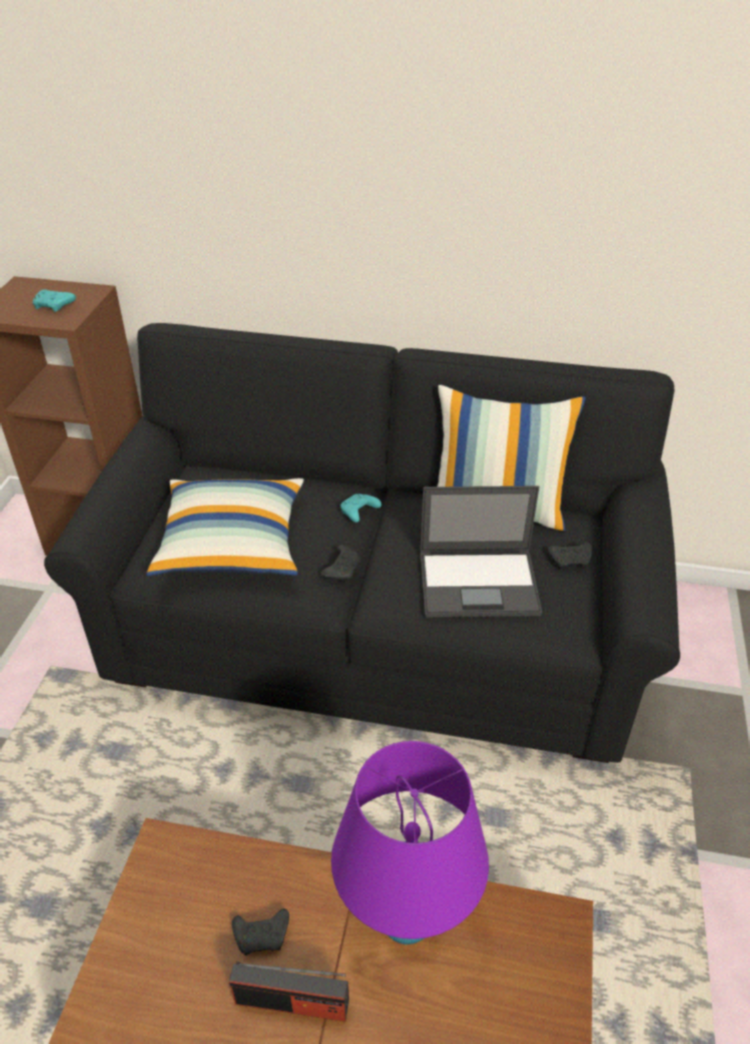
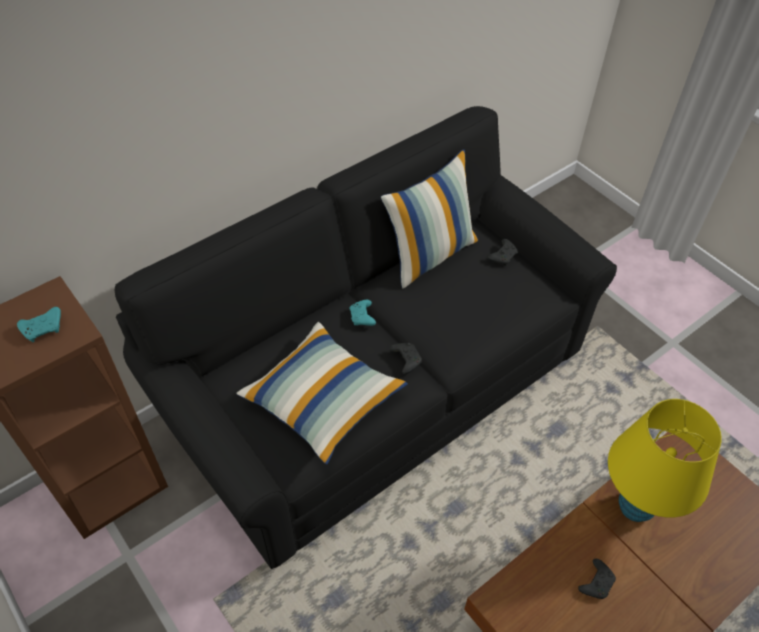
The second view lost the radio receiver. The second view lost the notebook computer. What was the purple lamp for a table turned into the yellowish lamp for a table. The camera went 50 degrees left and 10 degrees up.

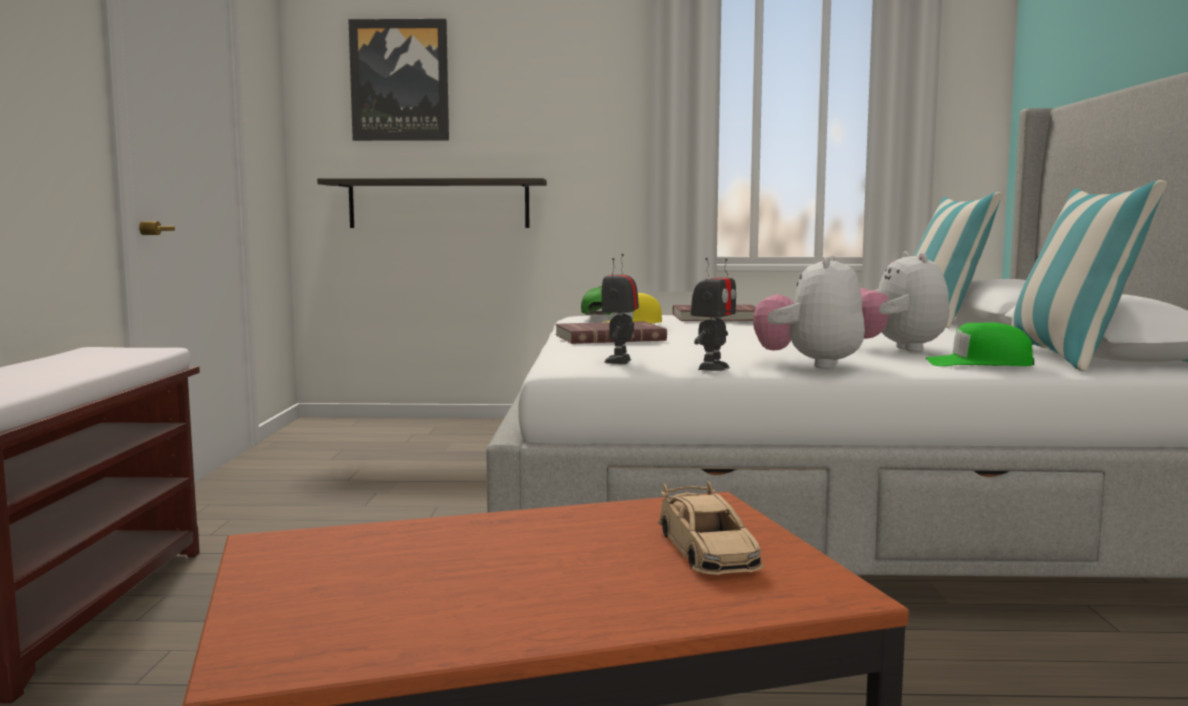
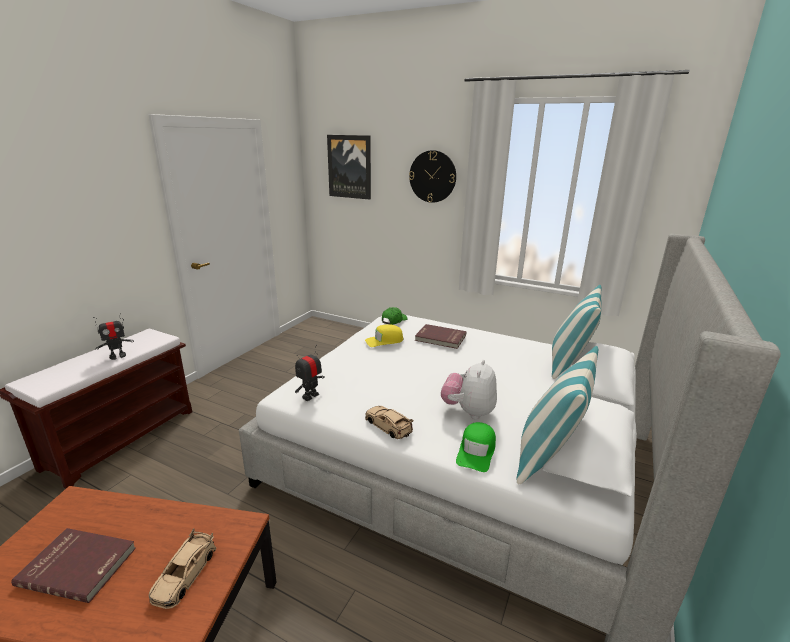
The second view lost the shelf. The second view gained the wall clock. The reddish book (1st from left) ended up elsewhere. The model robot (2nd from left in the first image) ended up elsewhere. Where the cuddly toy (1st from left) stood, the beige-coloured toy car (2nd from left) came to stand. The greenish baseball cap (2nd from left) ended up facing another way, 105 degrees counterclockwise from before. The camera went 25 degrees right and 15 degrees up.

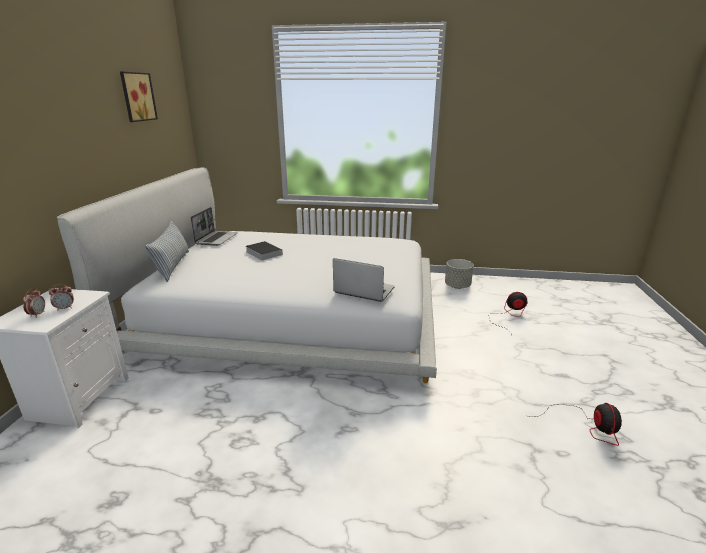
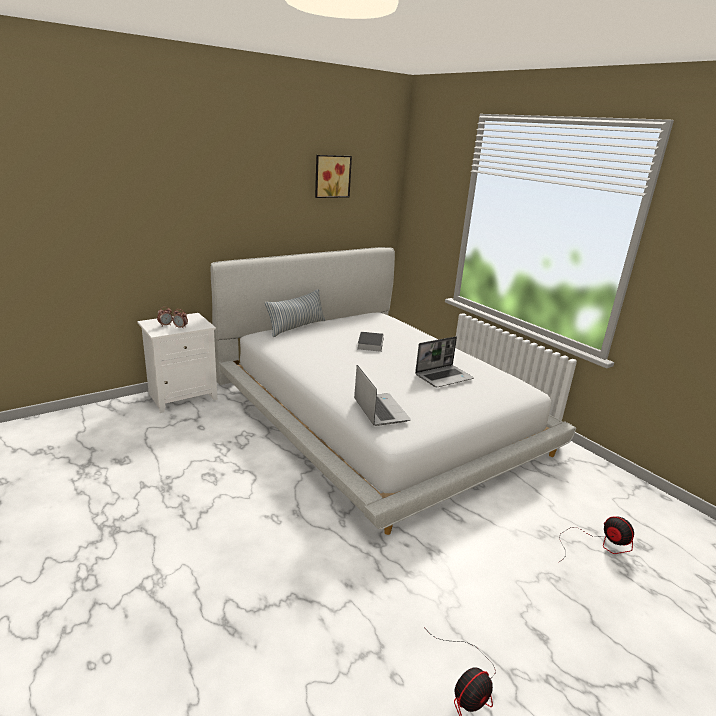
The second view lost the gray flower pot. The notebook computer (1st from left in the first image) ended up elsewhere. The camera went 45 degrees right and 0 degrees up.

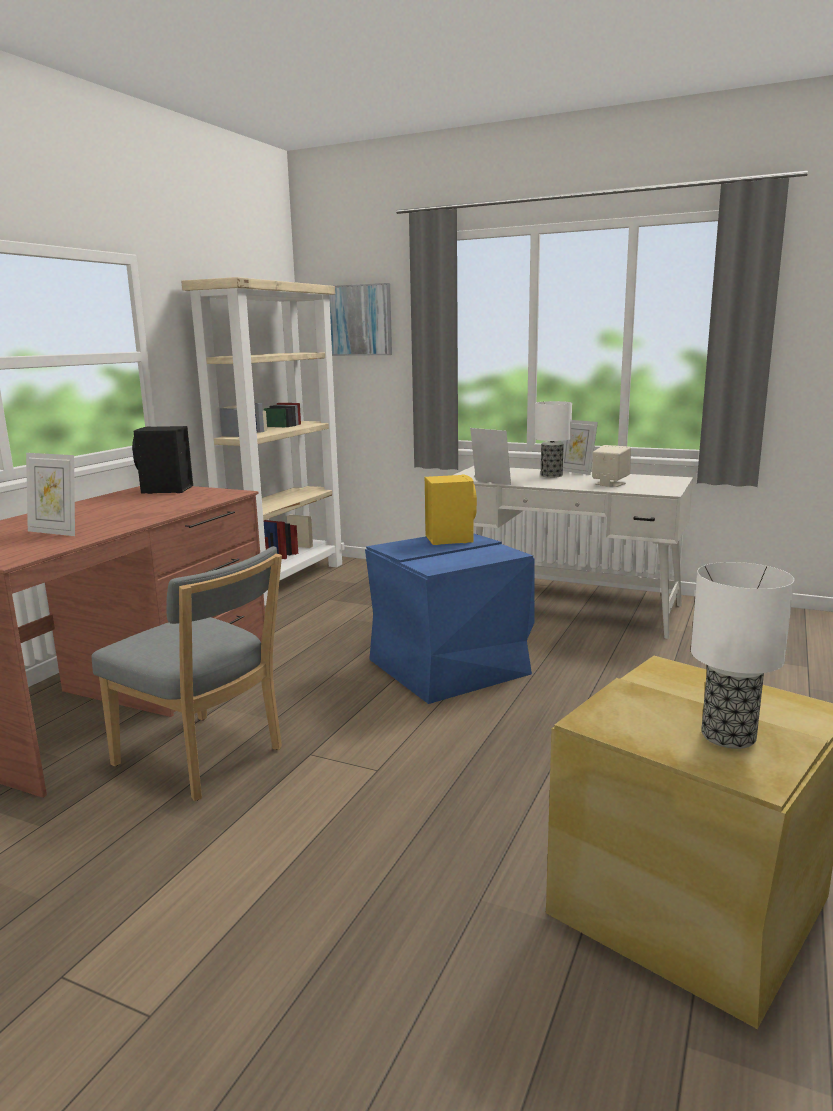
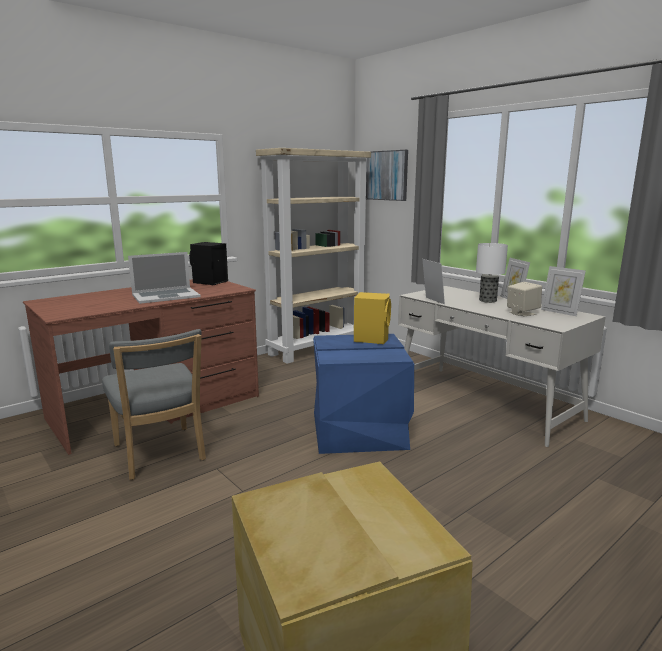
The second view lost the lamp for a table (2nd from left). The second view gained the notebook computer. The standing frame (1st from left in the first image) ended up elsewhere. The camera went 25 degrees right and 0 degrees up.

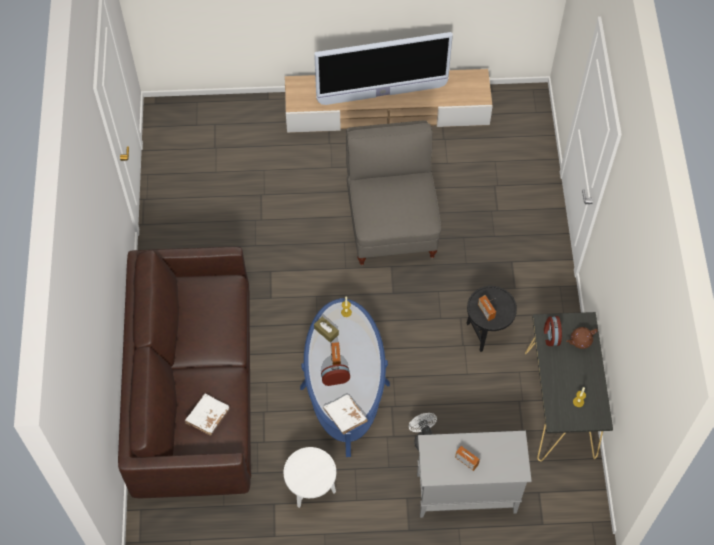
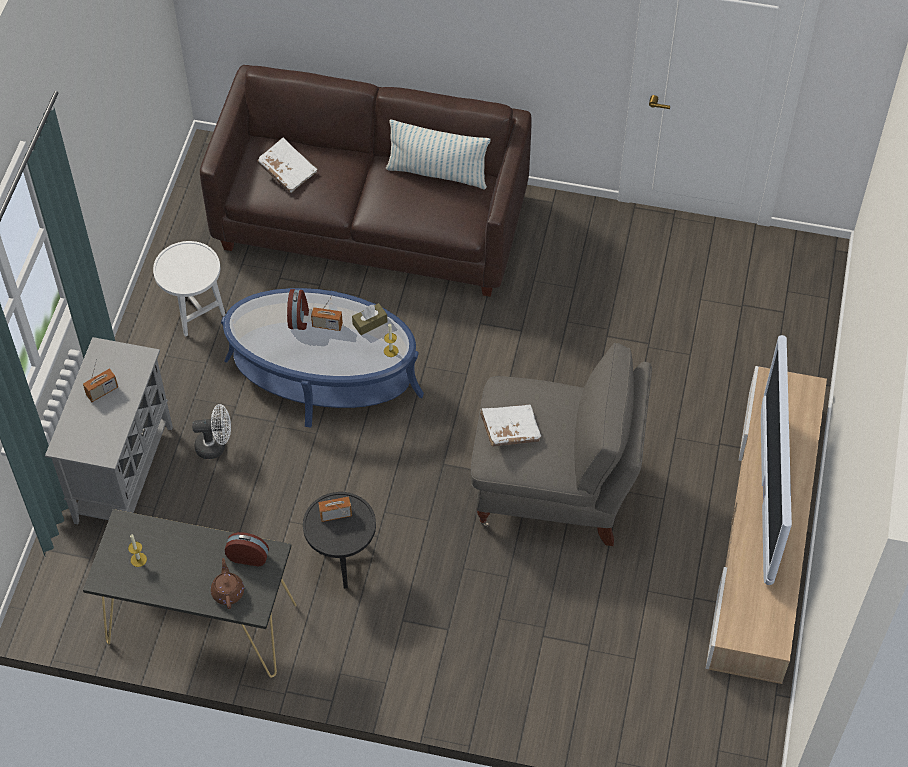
The second view gained the pillow. The white-coloured book (2nd from left) ended up elsewhere. The camera went 105 degrees right and 5 degrees down.

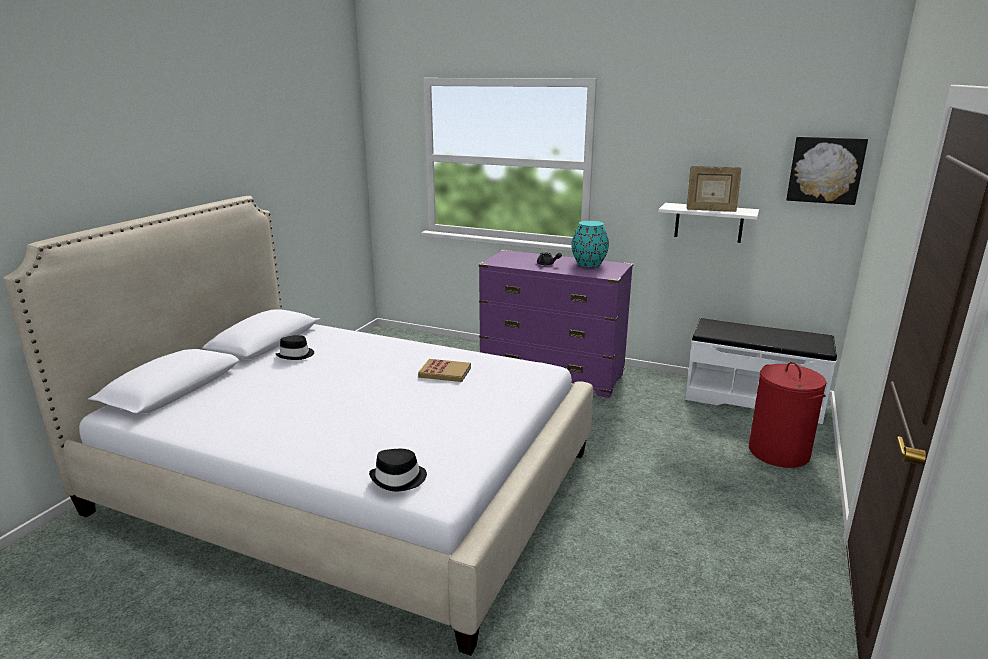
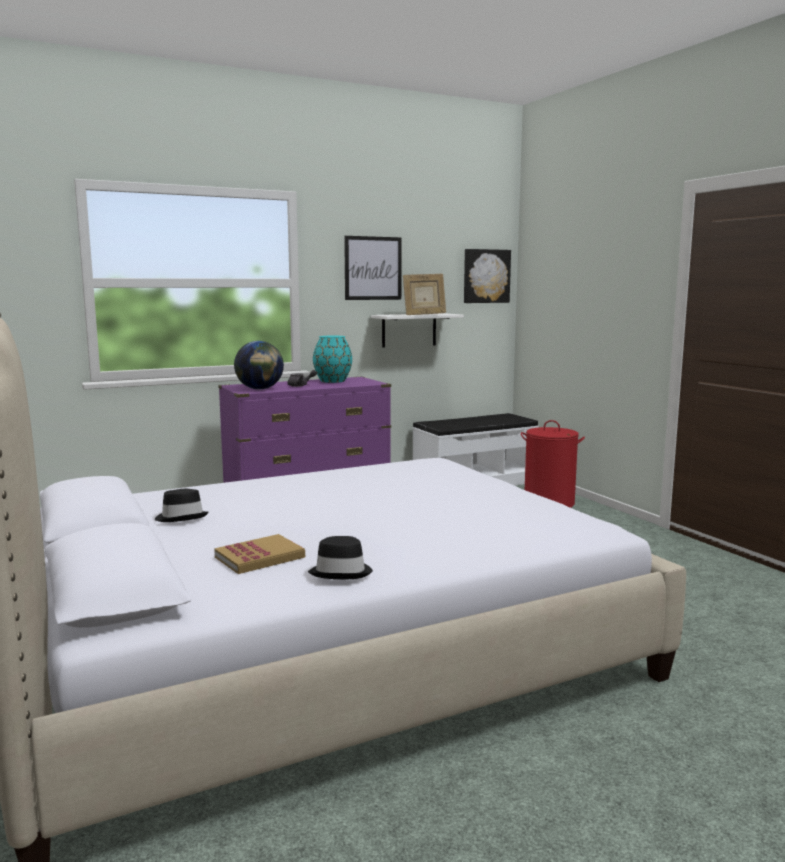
The second view gained the world globe. The second view gained the wall picture (1st from left). The black clothing hat (2nd from left) ended up elsewhere. The book ended up elsewhere. The camera went 50 degrees left and 10 degrees down.

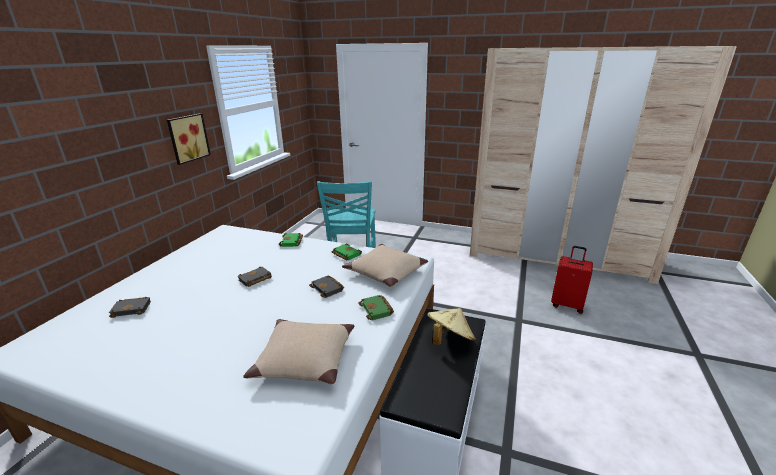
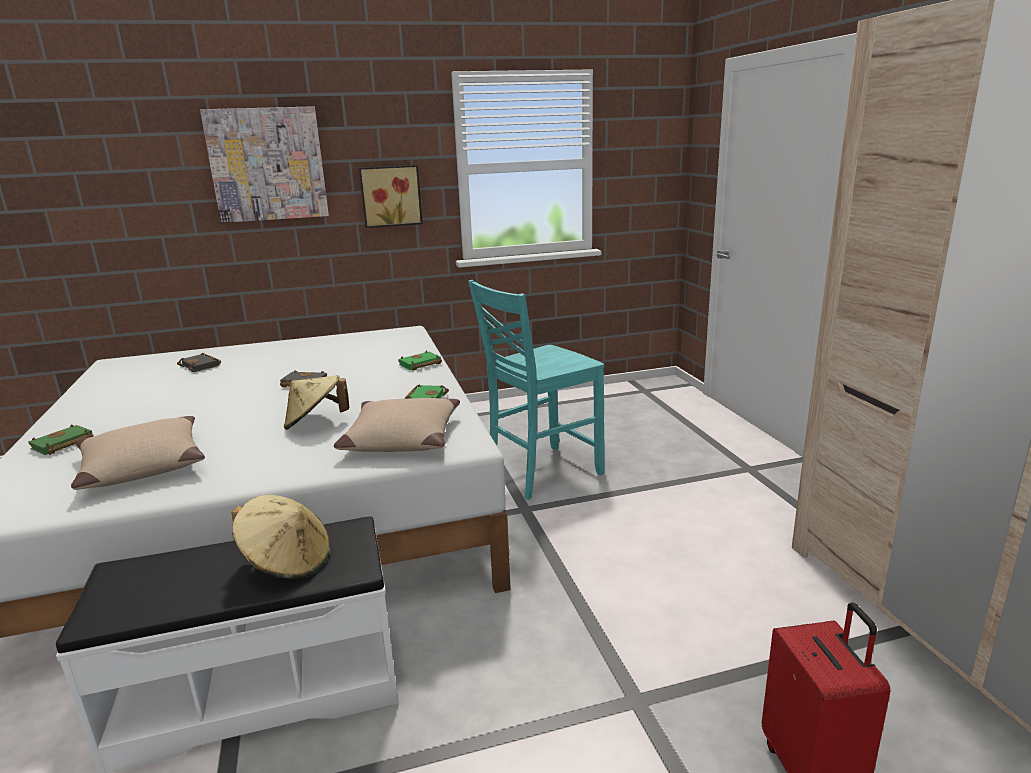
The second view gained the wall picture (1st from left). The greenish book (3rd from left in the first image) ended up elsewhere. Where the black book (3rd from left) stood, the beige-coloured clothing hat (2nd from left) came to stand. The camera went 55 degrees right and 5 degrees down.

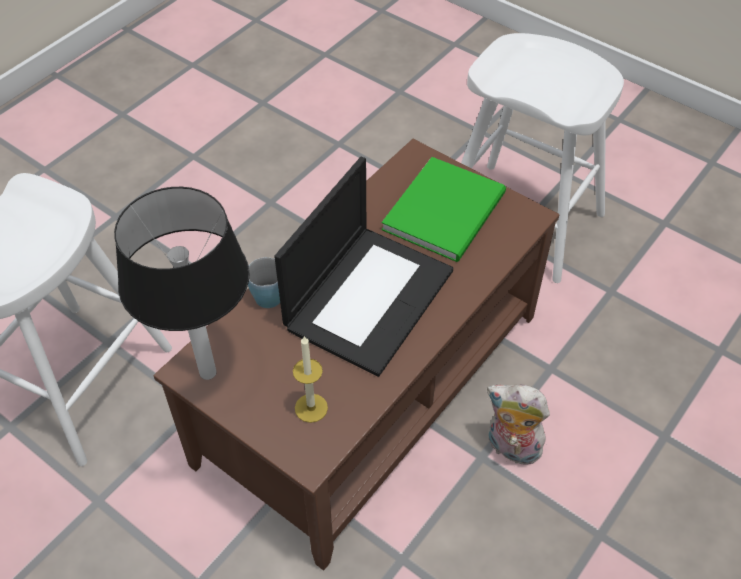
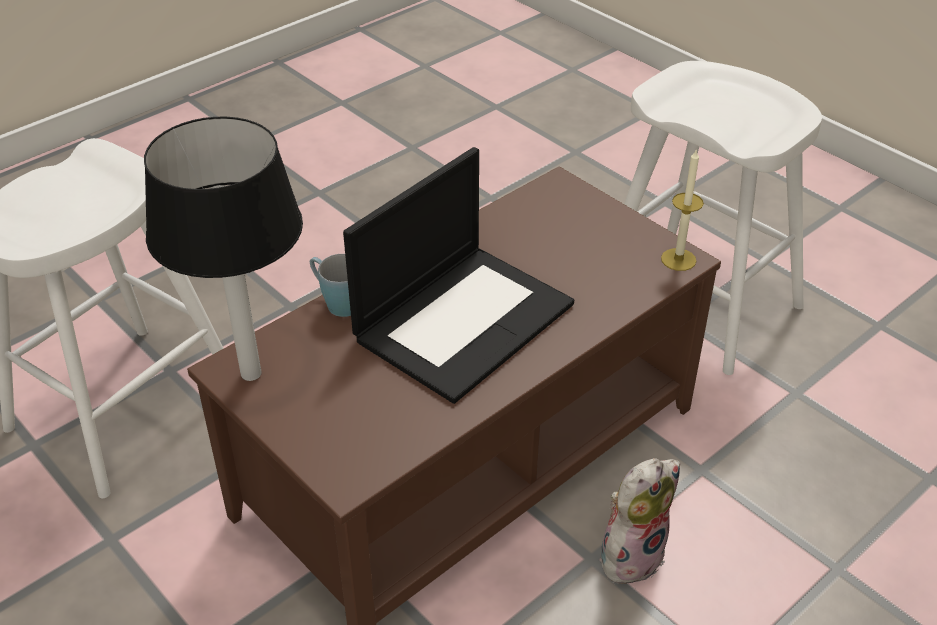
The second view lost the greenish book. The candle ended up elsewhere. The cuddly toy ended up facing another way, 105 degrees clockwise from before. The camera went 10 degrees right and 10 degrees down.

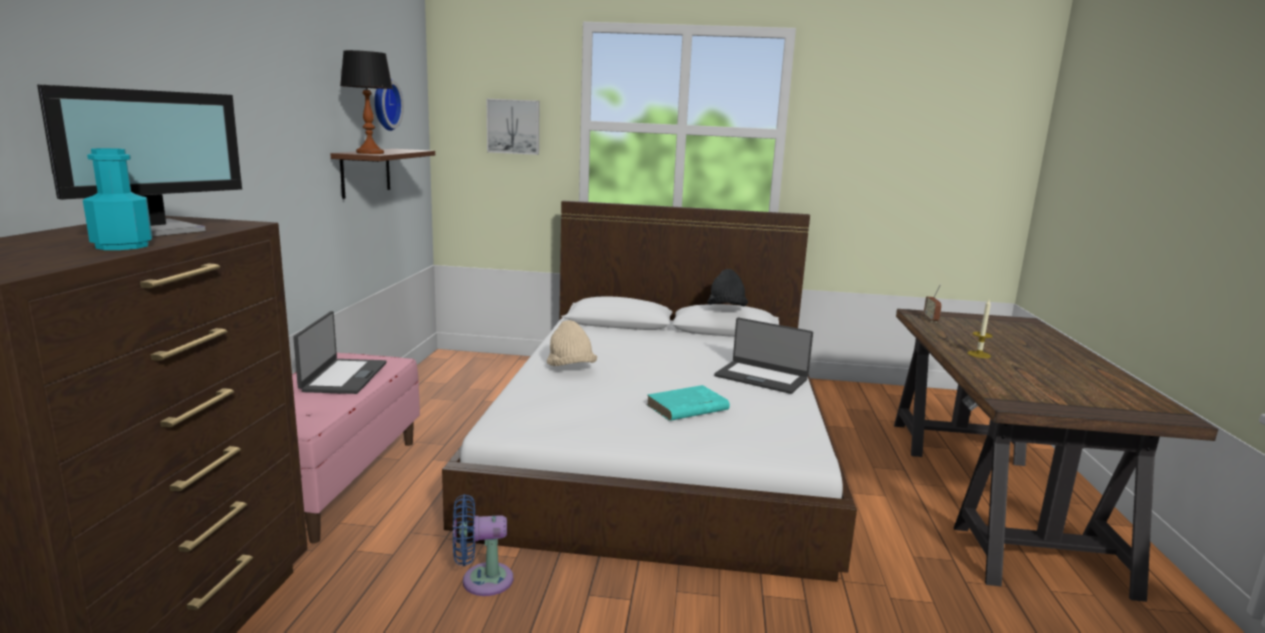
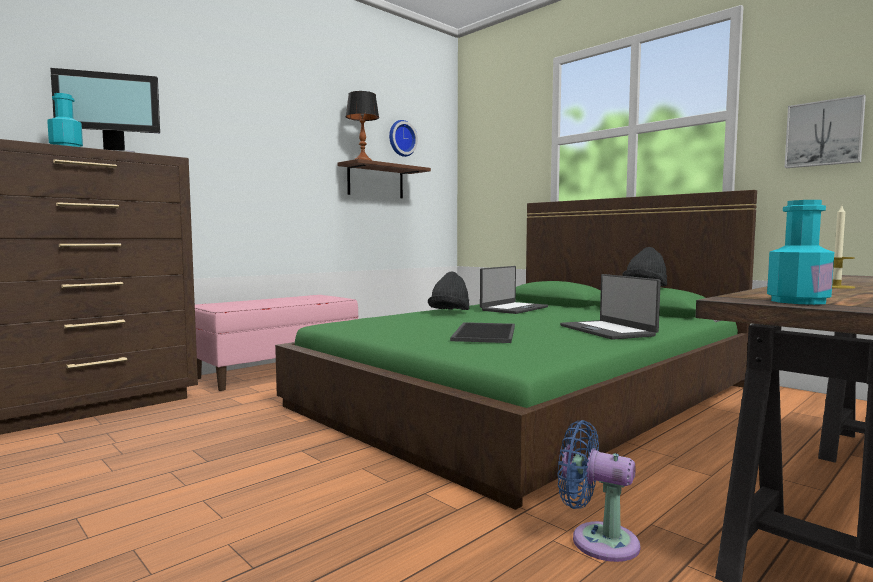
The second view lost the radio receiver. The second view gained the turquoise-coloured bottle (2nd from left). The notebook computer (1st from left) ended up elsewhere. The blue-coloured cooling fan ended up elsewhere. The wall picture ended up elsewhere. Where the turquoise-coloured book stood, the tray came to stand. What was the white-coloured sleeping bed turned into the greenish sleeping bed. What was the beige-coloured clothing hat turned into the black clothing hat (1st from left). The camera went 40 degrees right and 10 degrees down.

